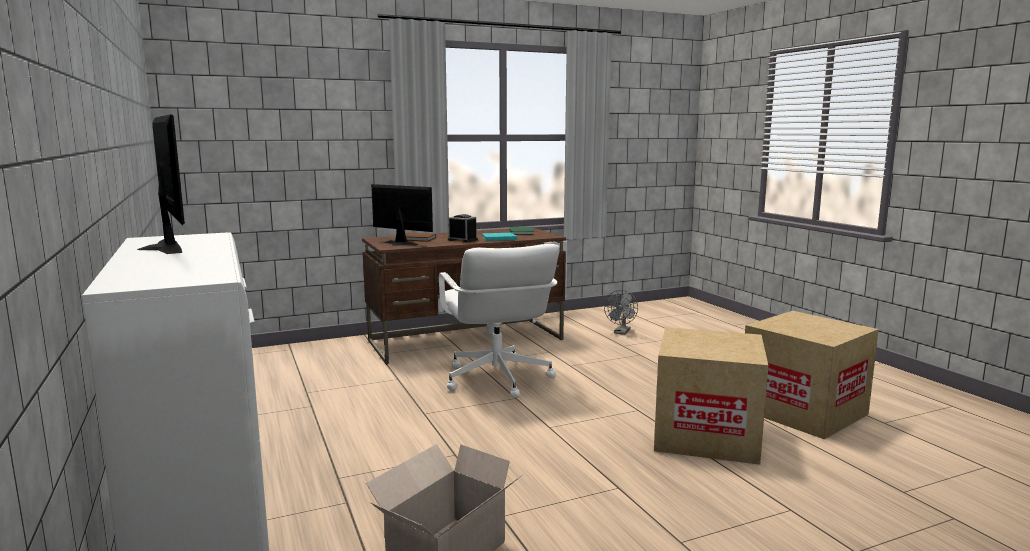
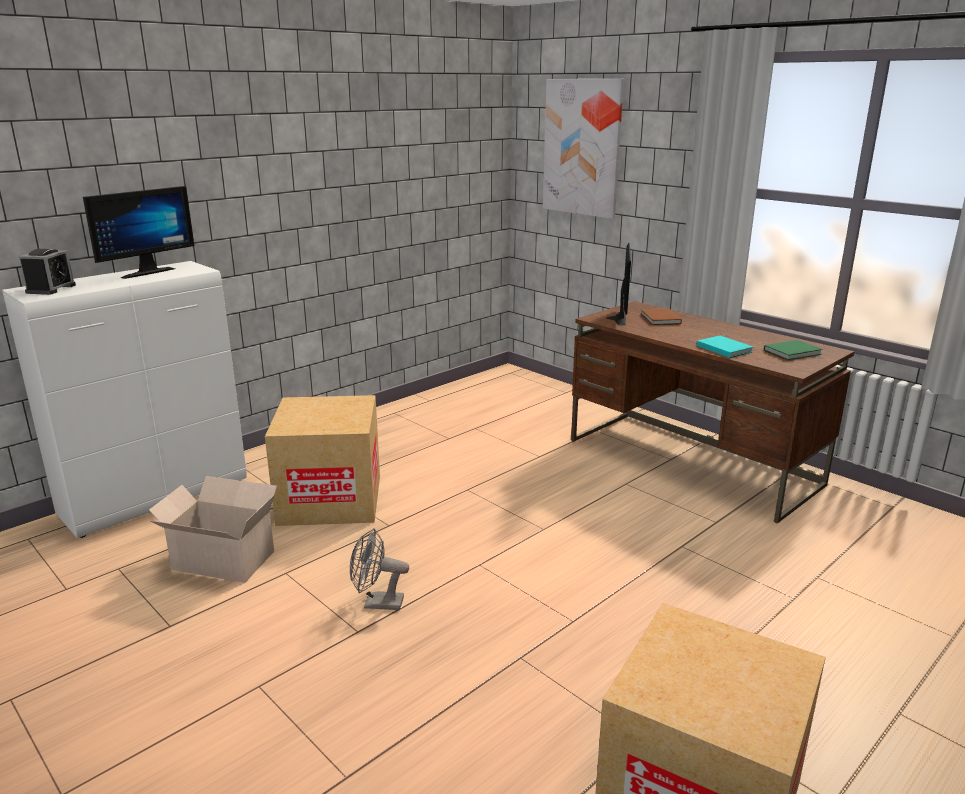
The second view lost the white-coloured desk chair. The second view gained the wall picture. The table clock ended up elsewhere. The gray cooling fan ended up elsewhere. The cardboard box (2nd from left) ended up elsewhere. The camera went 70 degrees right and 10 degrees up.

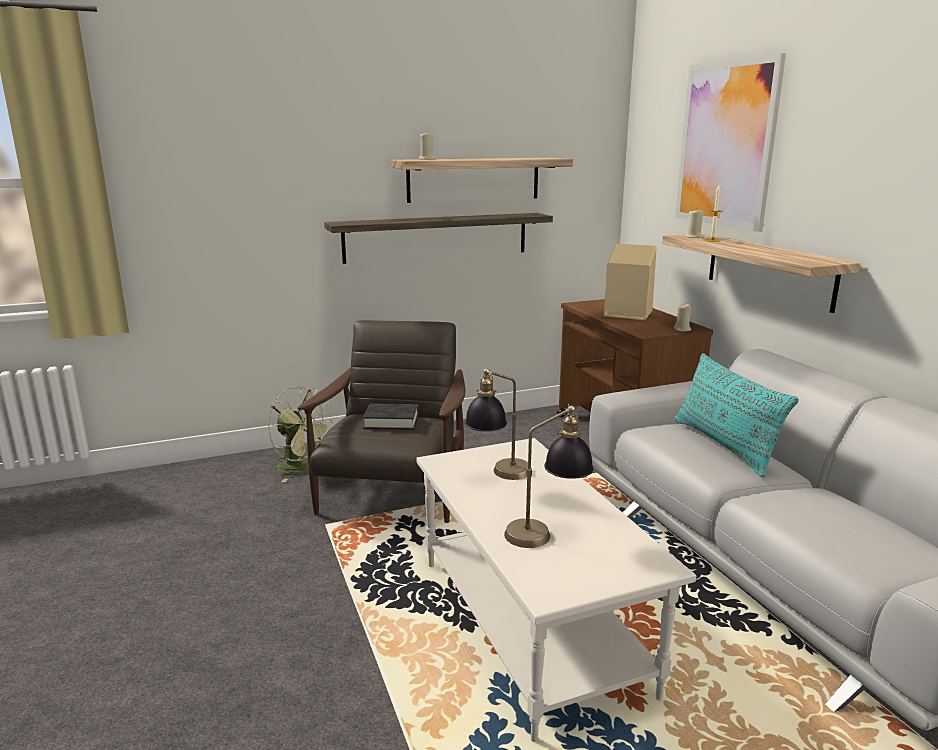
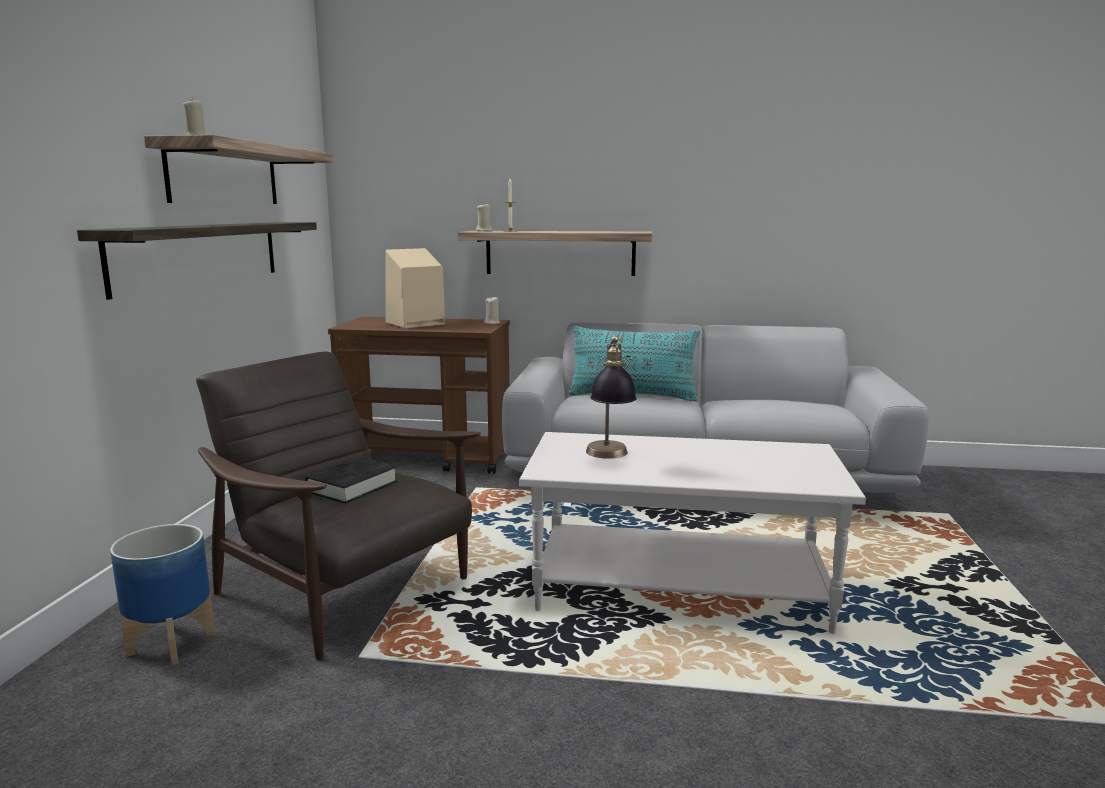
The second view lost the lamp for a table (2nd from left). The second view lost the wall picture. Where the greenish cooling fan stood, the flower pot came to stand. The camera went 60 degrees left and 5 degrees down.

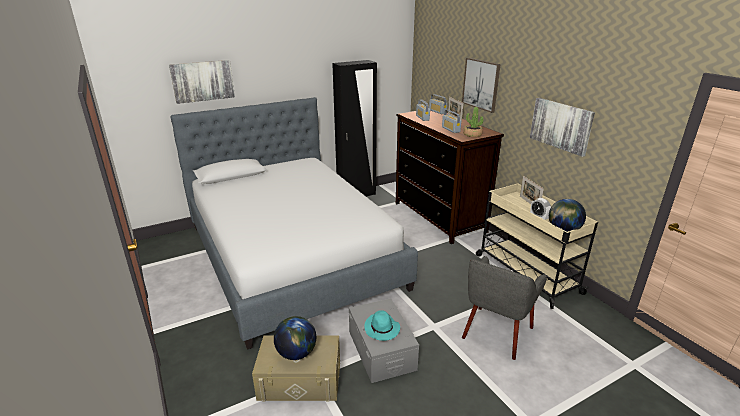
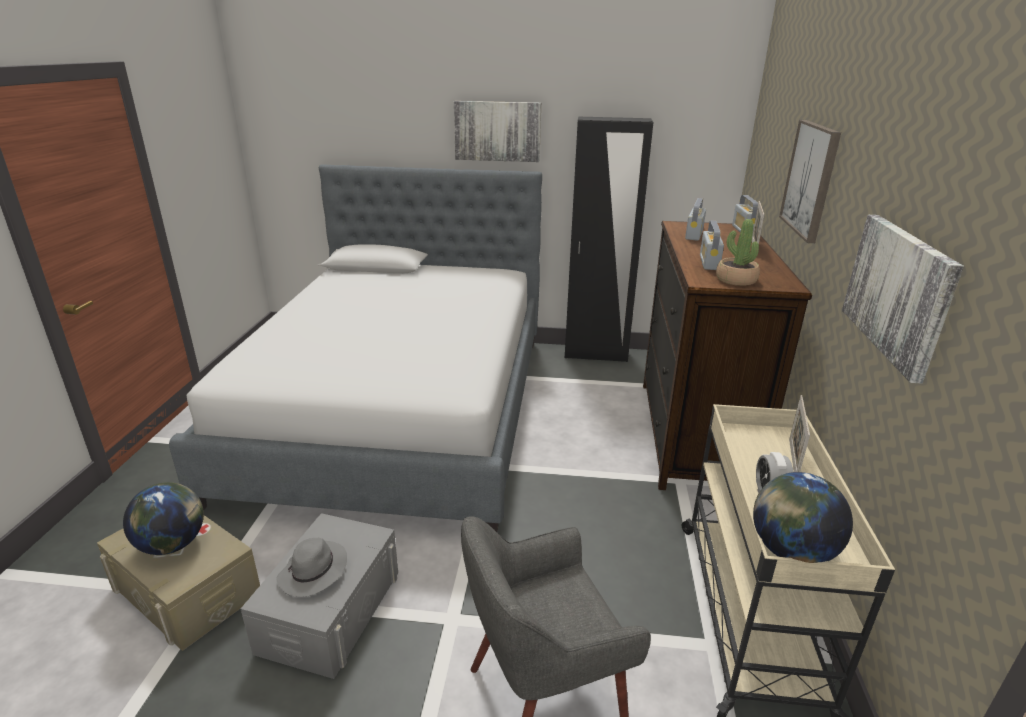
The wall picture (1st from left) ended up elsewhere. What was the turquoise-coloured clothing hat turned into the gray clothing hat. The camera went 35 degrees right and 0 degrees up.

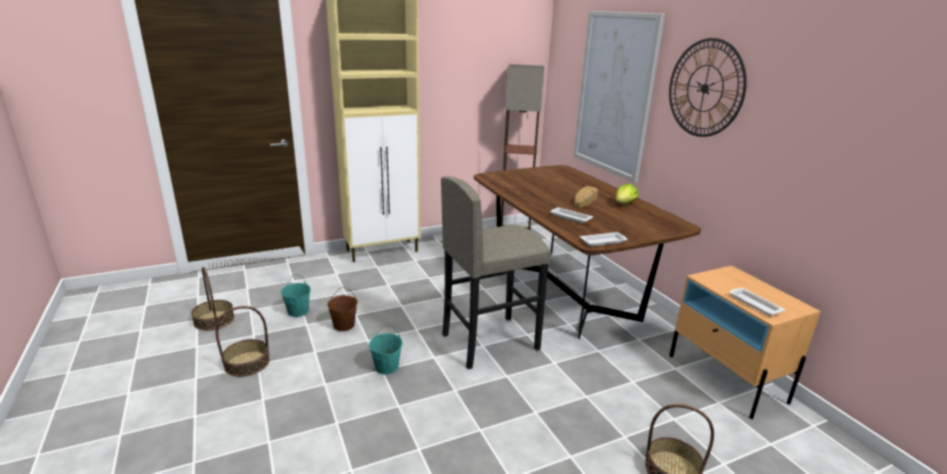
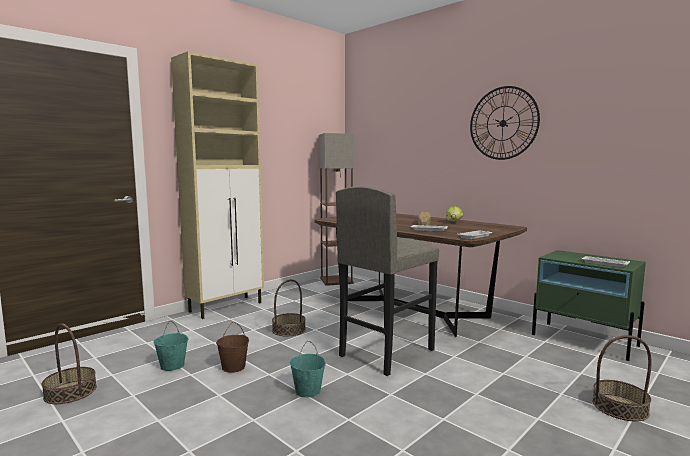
The second view lost the wall picture. The storage basket (2nd from left) ended up elsewhere. What was the beige-coloured night table turned into the greenish night table. The camera went 20 degrees left and 15 degrees down.

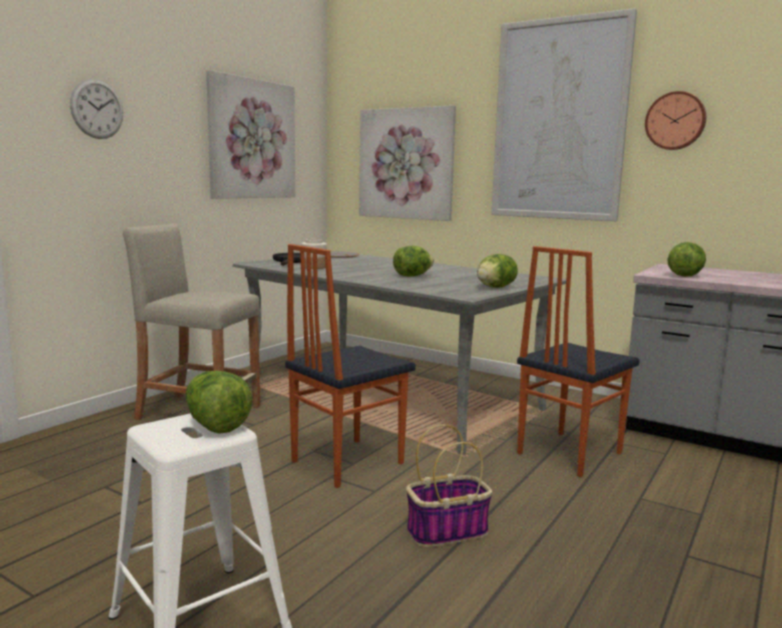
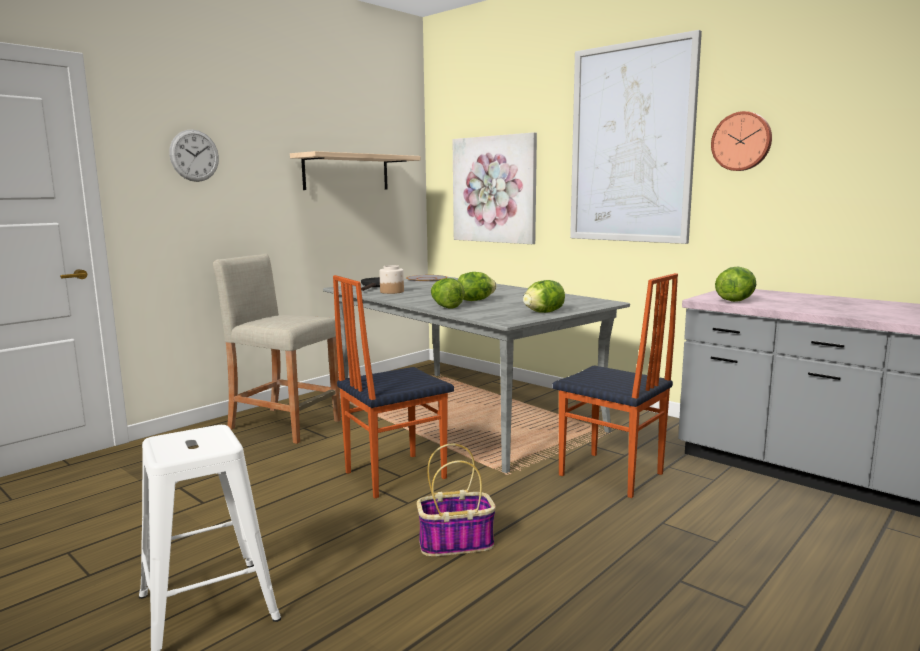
The lettuce head (1st from left) ended up elsewhere. Where the wall picture (1st from left) hung, the shelf came to hang. The upright chair (2nd from left) ended up facing another way, 105 degrees counterclockwise from before. The camera went 10 degrees right and 0 degrees up.

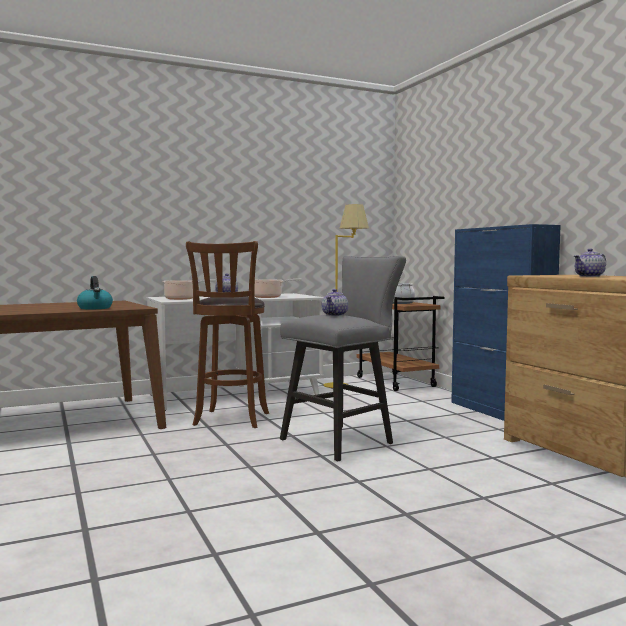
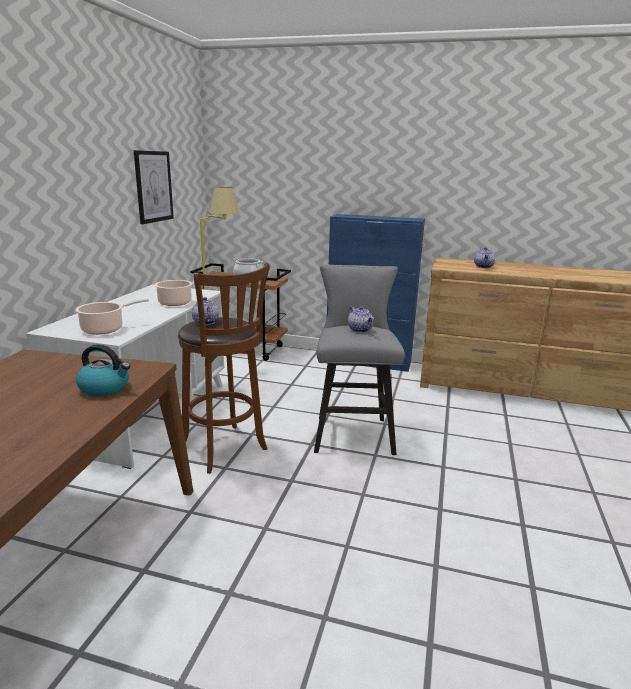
The second view gained the wall picture. The camera went 50 degrees left and 15 degrees up.

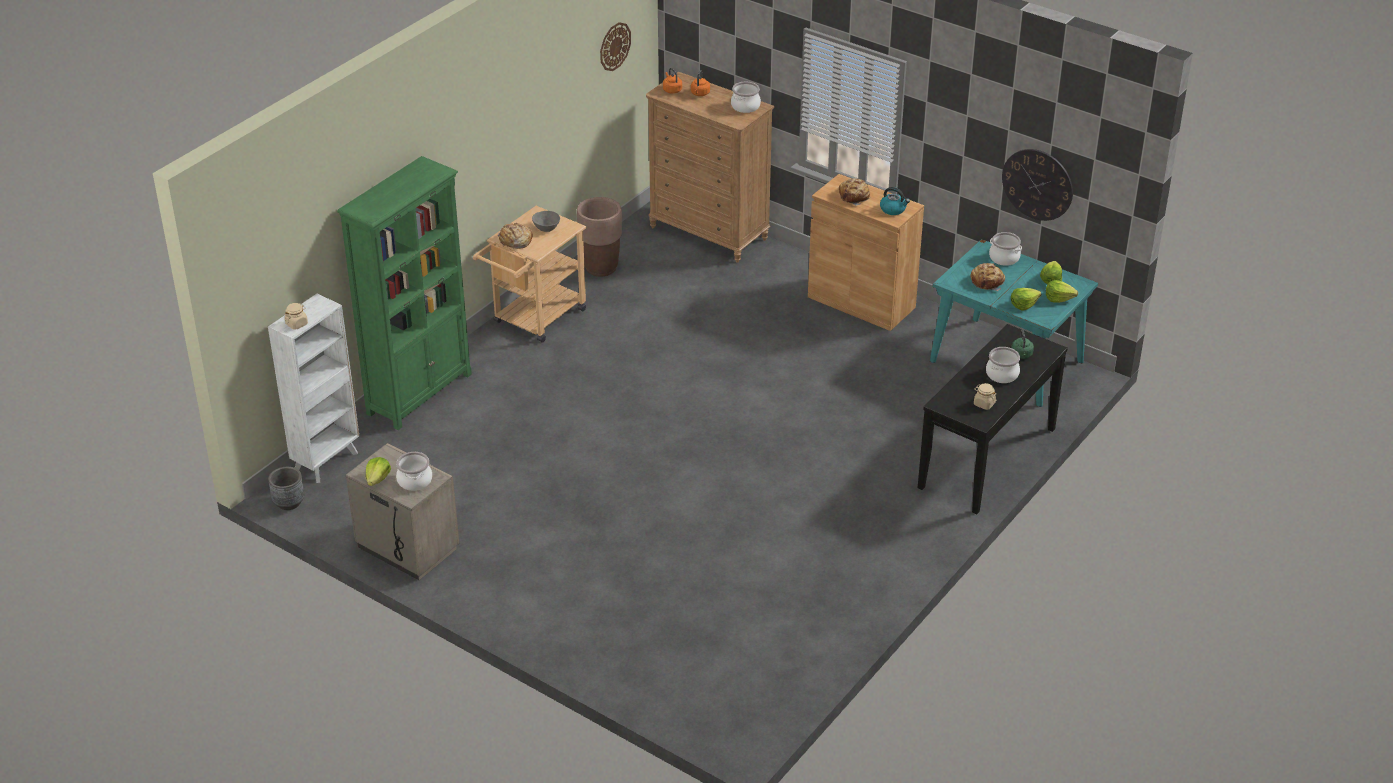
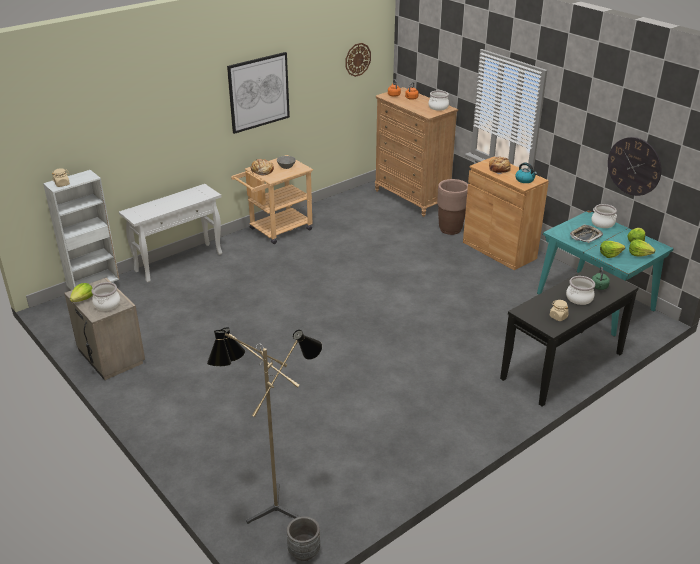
The second view gained the floor lamp. The second view gained the wall picture. The gray flower pot ended up elsewhere. The brownish flower pot ended up elsewhere. Where the greenish shelving unit stood, the white-coloured hall table came to stand. Where the bakery bread (3rd from left) stood, the tray came to stand. The camera went 15 degrees right and 5 degrees down.

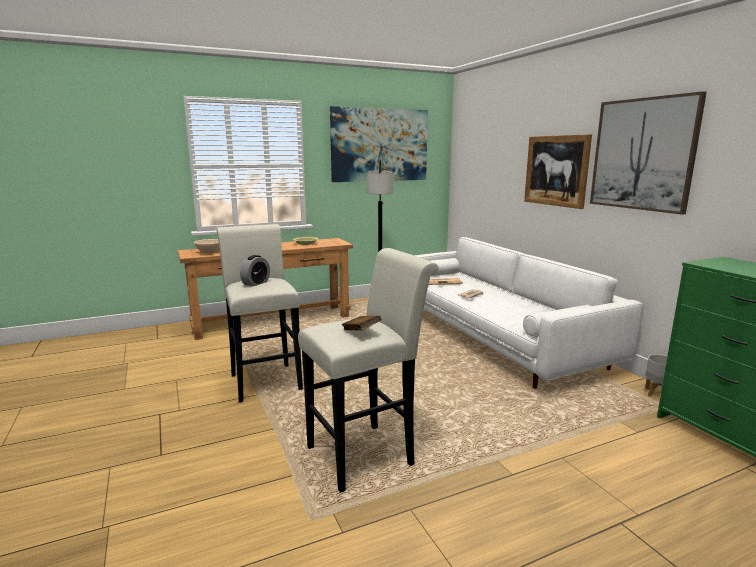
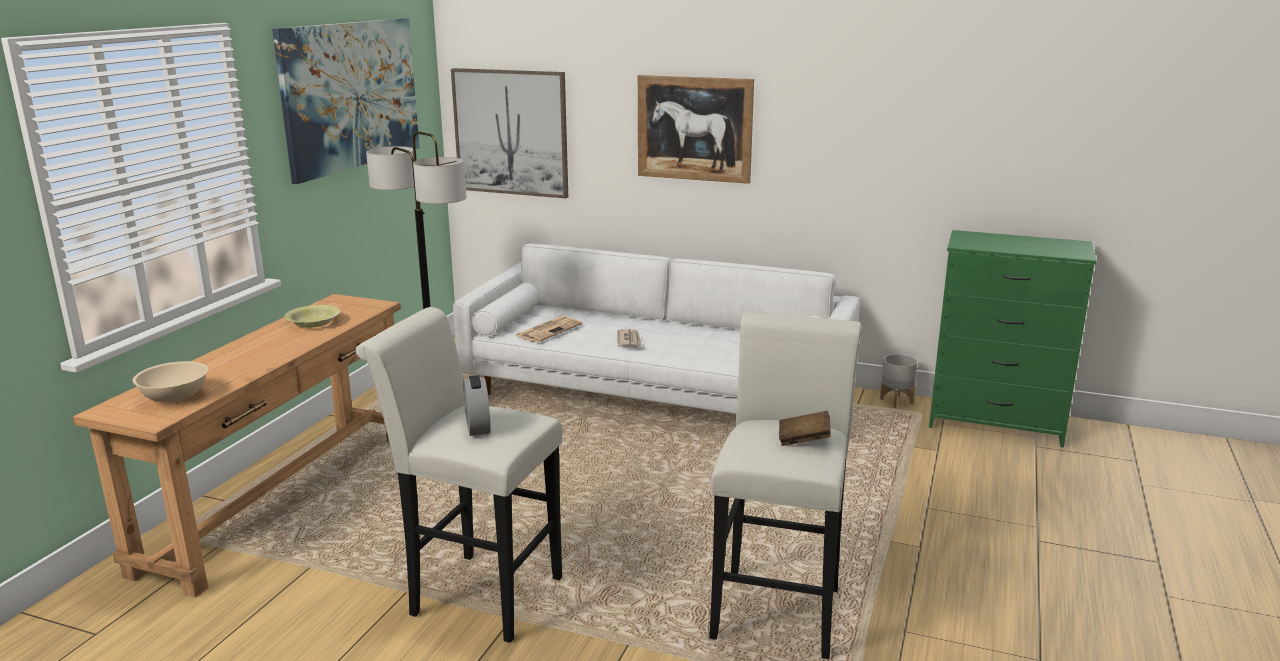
The wall picture (3rd from left in the first image) ended up elsewhere. The camera went 45 degrees left and 5 degrees up.

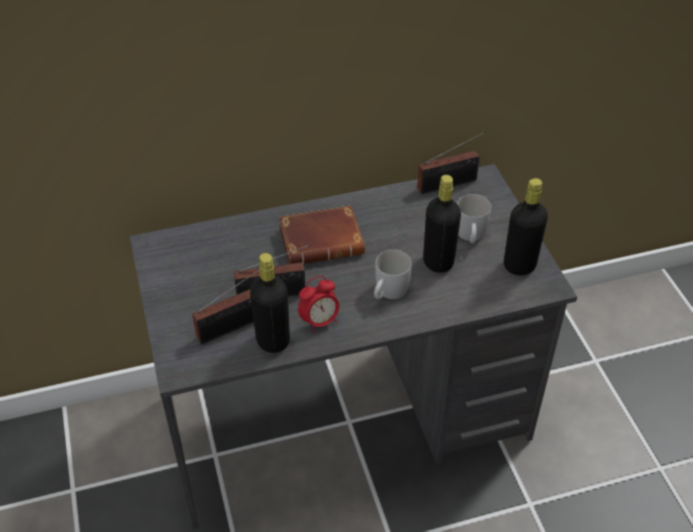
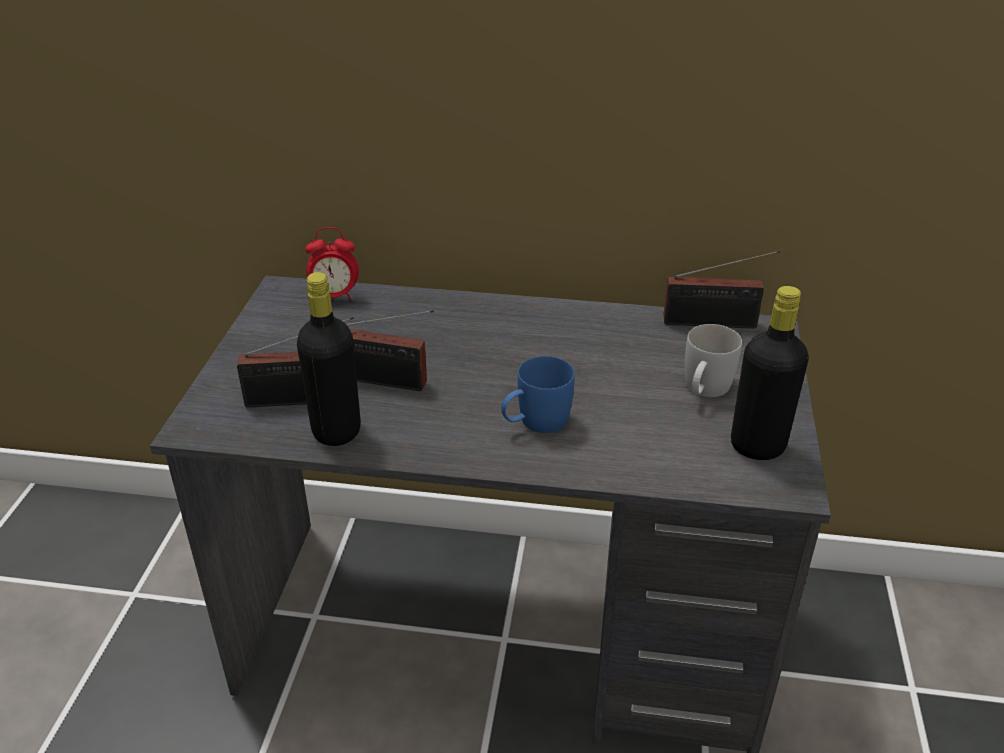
The second view lost the brownish book. The second view lost the black bottle (2nd from left). The table clock ended up elsewhere. What was the white-coloured tea mug (1st from left) turned into the blue-coloured tea mug. The camera went 25 degrees right and 10 degrees down.

